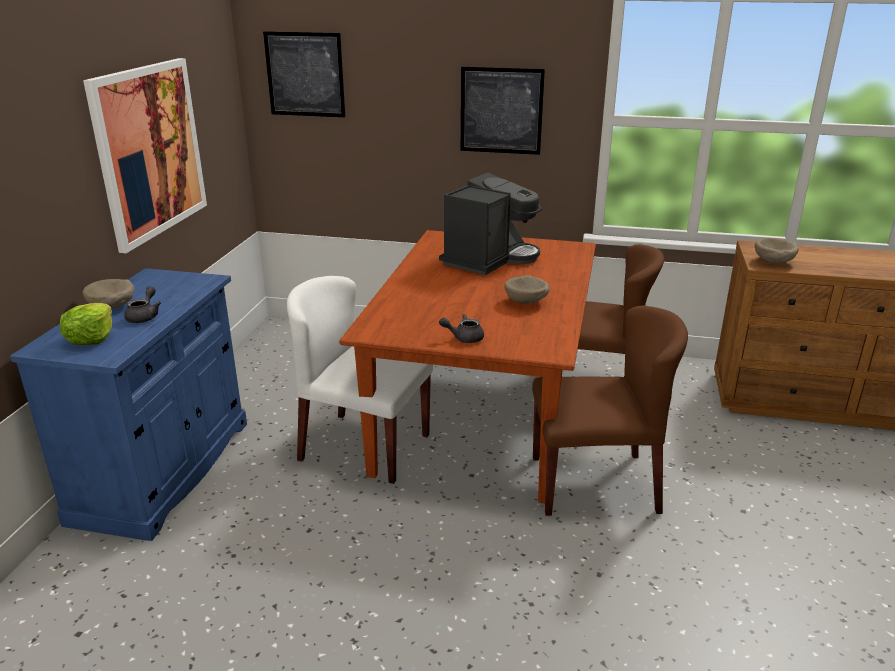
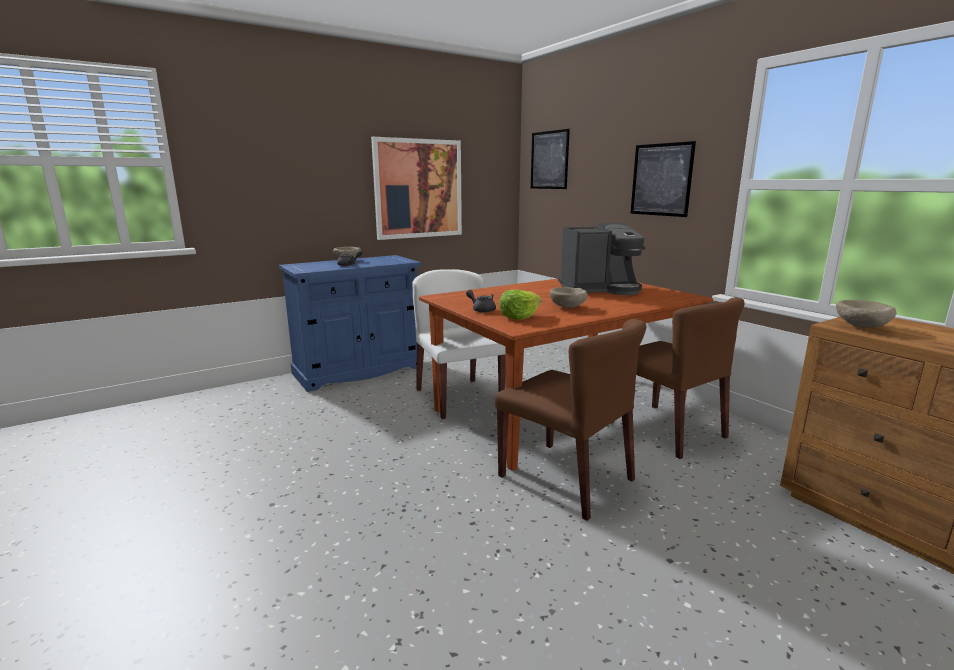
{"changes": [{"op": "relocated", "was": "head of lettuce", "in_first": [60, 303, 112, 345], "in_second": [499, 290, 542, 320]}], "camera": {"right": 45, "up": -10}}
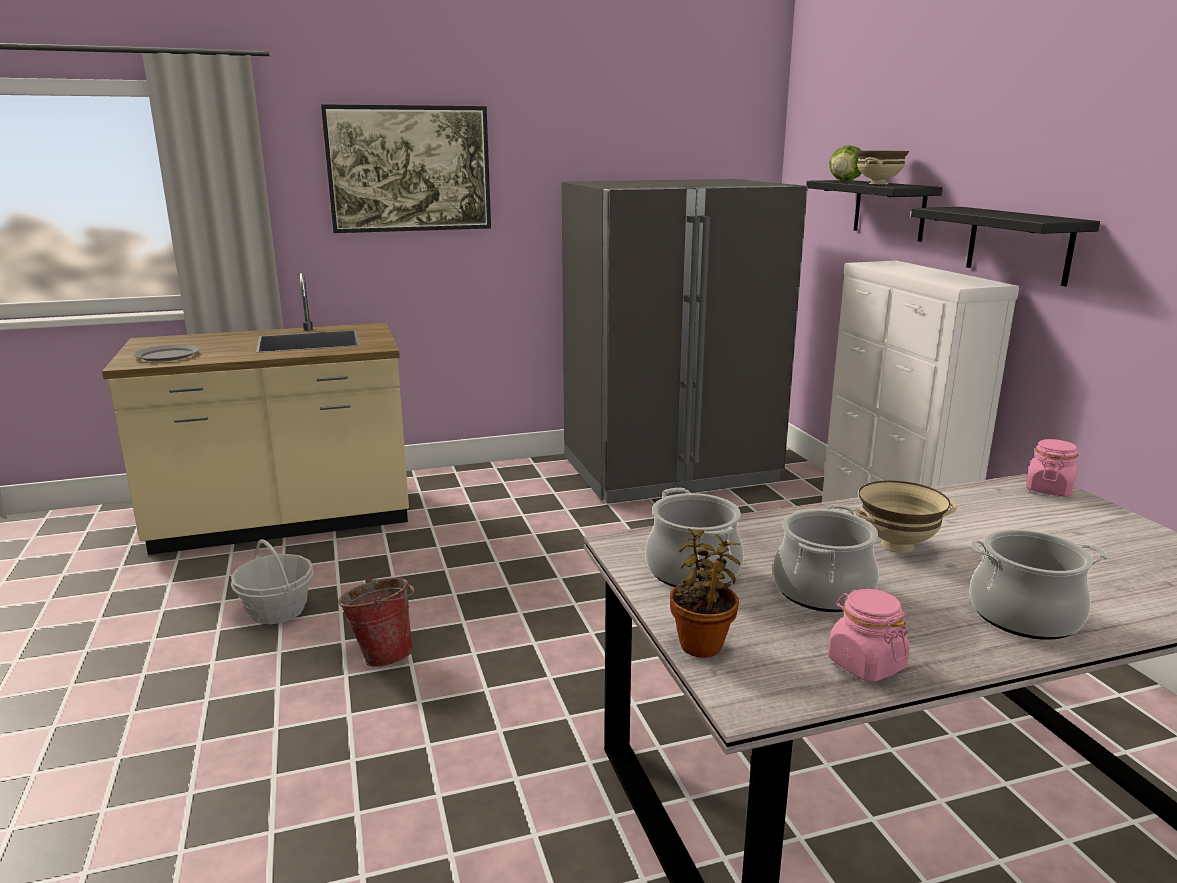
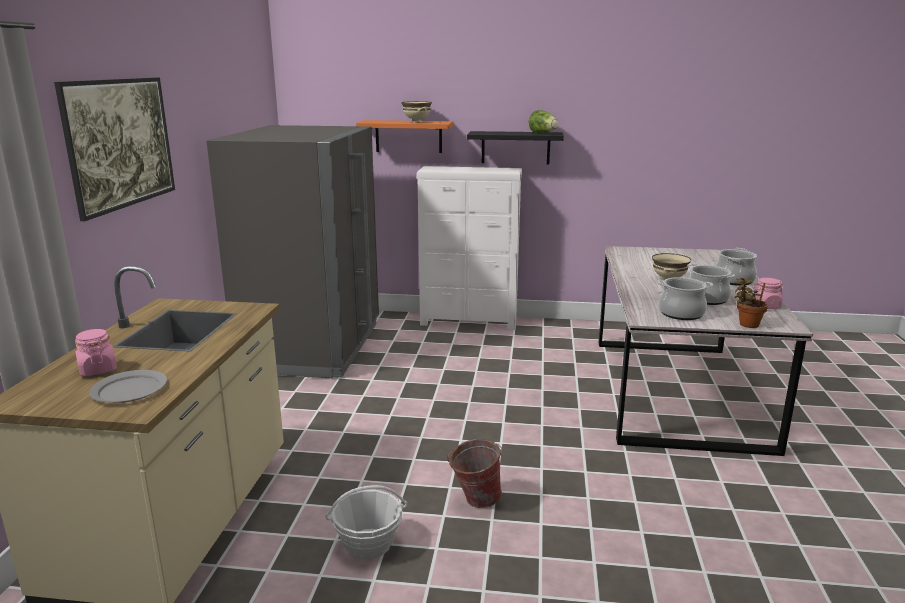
{"changes": [{"op": "relocated", "was": "head of lettuce", "in_first": [829, 145, 862, 181], "in_second": [529, 110, 558, 134]}, {"op": "relocated", "was": "jar (pink-coloured)", "in_first": [1026, 439, 1078, 497], "in_second": [75, 329, 117, 376]}, {"op": "colour", "was": "bracket shelf (blackish)", "now": "bracket shelf (orangey)", "in_first": [806, 180, 942, 242], "in_second": [356, 120, 454, 153]}], "camera": {"right": -65, "up": 0}}
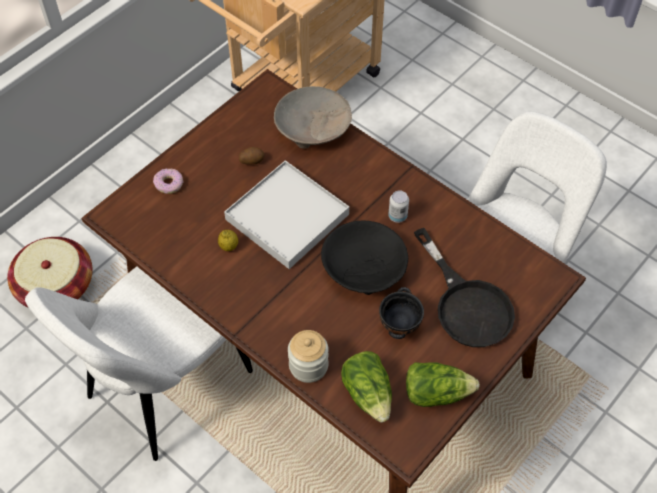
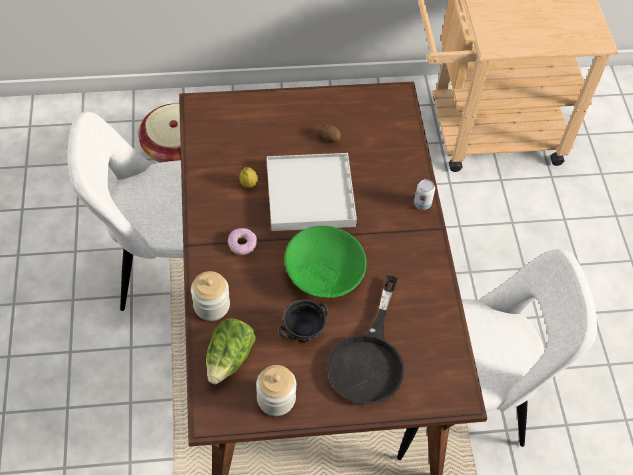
{"changes": [{"op": "missing", "was": "deep dish (beige)", "in_first": [274, 86, 352, 149]}, {"op": "relocated", "was": "donut", "in_first": [153, 169, 183, 194], "in_second": [228, 228, 257, 255]}, {"op": "relocated", "was": "sealed can", "in_first": [388, 190, 409, 223], "in_second": [414, 179, 435, 210]}, {"op": "exchanged", "was": "head of lettuce", "now": "jar", "in_first": [406, 362, 480, 407], "in_second": [256, 365, 296, 416]}, {"op": "colour", "was": "deep dish (blackish)", "now": "deep dish (greenish)", "in_first": [321, 221, 408, 295], "in_second": [284, 226, 367, 298]}], "camera": {"right": 40, "up": 0}}
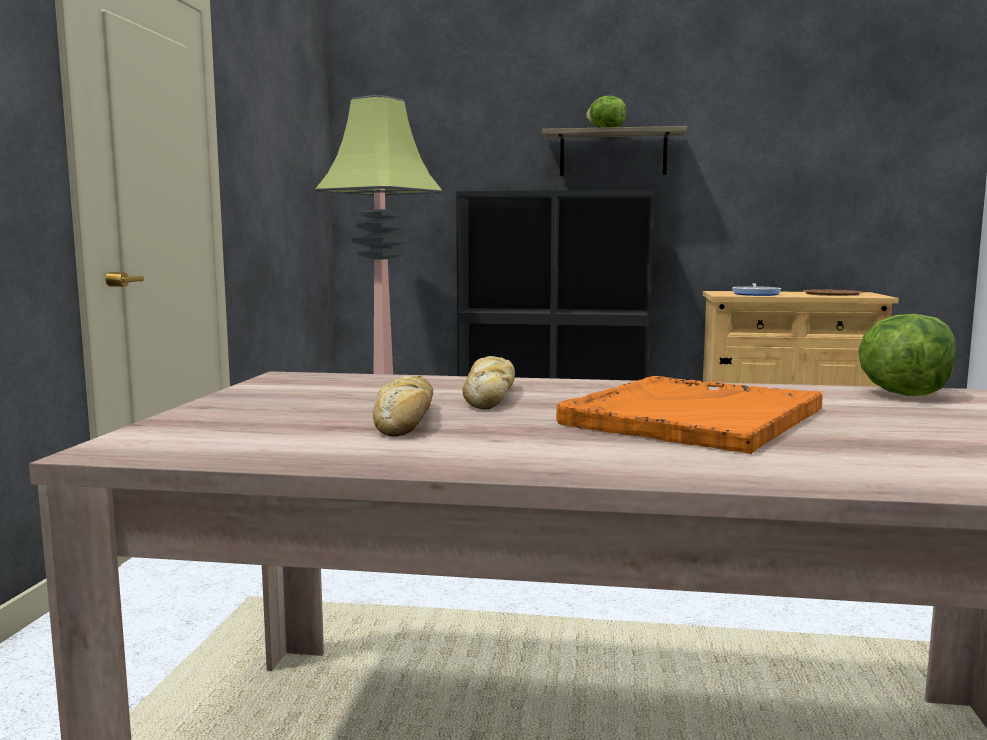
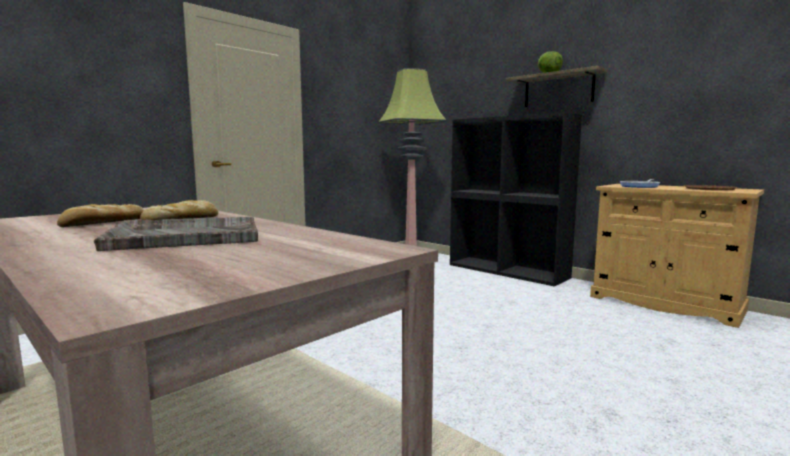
{"changes": [{"op": "missing", "was": "head of lettuce", "in_first": [858, 314, 956, 396]}, {"op": "colour", "was": "tray (orangey)", "now": "tray (gray)", "in_first": [556, 376, 823, 454], "in_second": [94, 217, 258, 251]}], "camera": {"right": 35, "up": 0}}
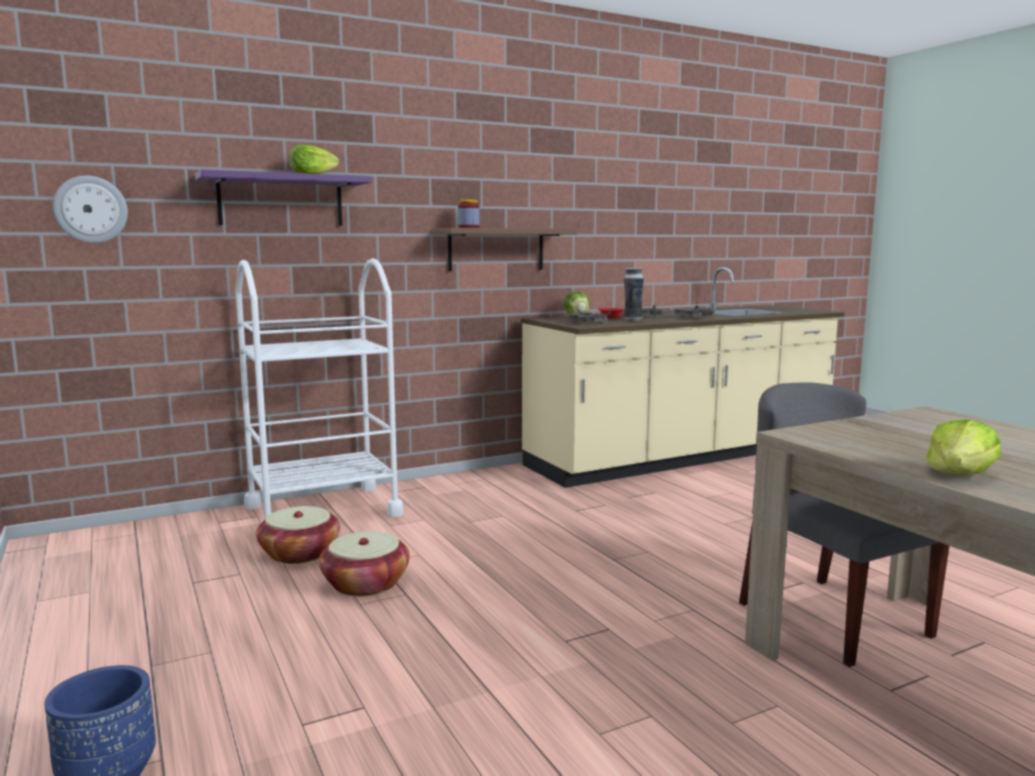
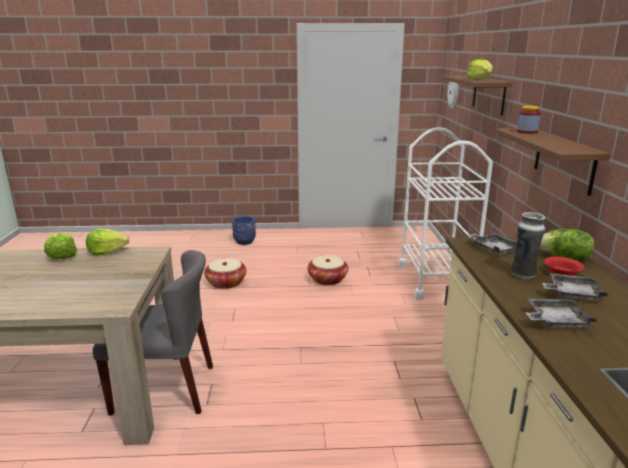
{"changes": [{"op": "appeared", "now": "head of lettuce", "in_second": [86, 229, 129, 256]}, {"op": "relocated", "was": "basket", "in_first": [256, 506, 340, 564], "in_second": [204, 258, 247, 289]}, {"op": "colour", "was": "bracket shelf (purple)", "now": "bracket shelf (brown-coloured)", "in_first": [195, 169, 372, 226], "in_second": [443, 76, 512, 116]}], "camera": {"right": 115, "up": 10}}
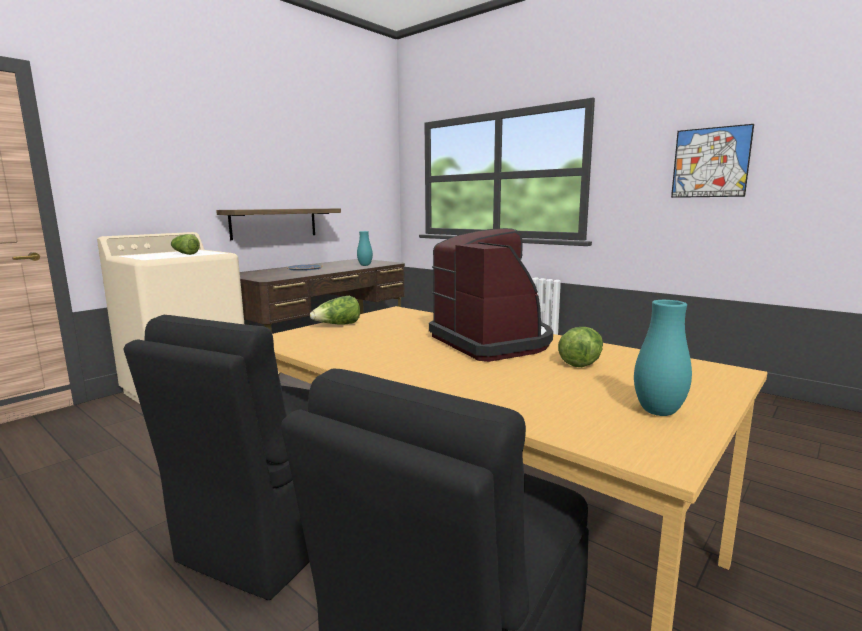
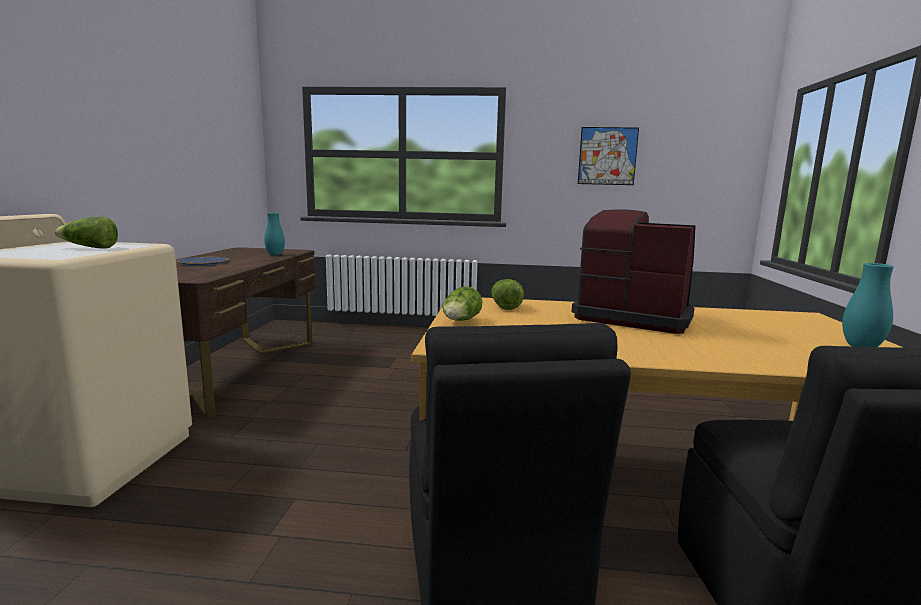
{"changes": [{"op": "missing", "was": "bracket shelf", "in_first": [216, 208, 341, 240]}, {"op": "relocated", "was": "head of lettuce", "in_first": [558, 327, 603, 367], "in_second": [491, 279, 524, 310]}], "camera": {"right": -35, "up": 0}}
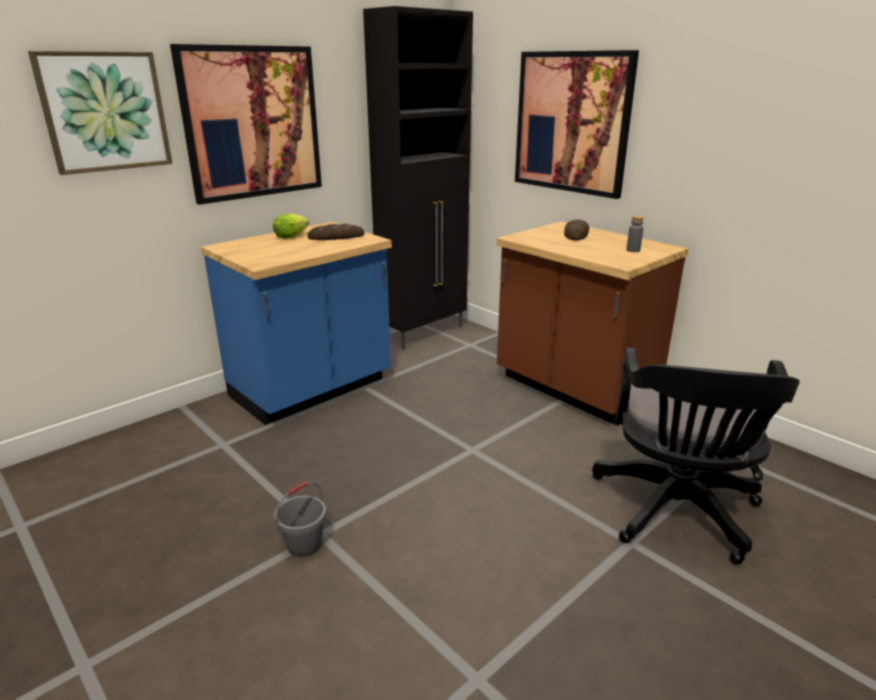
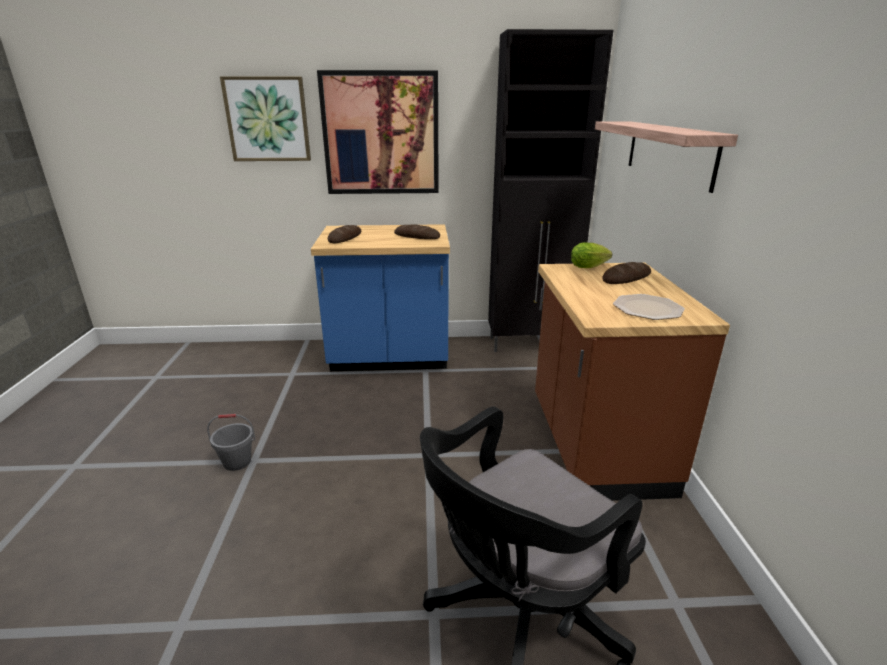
{"changes": [{"op": "appeared", "now": "bakery bread", "in_second": [328, 225, 361, 243]}, {"op": "relocated", "was": "head of lettuce", "in_first": [273, 213, 309, 239], "in_second": [571, 242, 612, 268]}, {"op": "exchanged", "was": "wall art", "now": "bracket shelf", "in_first": [515, 50, 639, 199], "in_second": [595, 121, 738, 193]}, {"op": "exchanged", "was": "beverage bottle (gray)", "now": "plate", "in_first": [627, 215, 644, 252], "in_second": [613, 294, 685, 320]}], "camera": {"right": 40, "up": 0}}
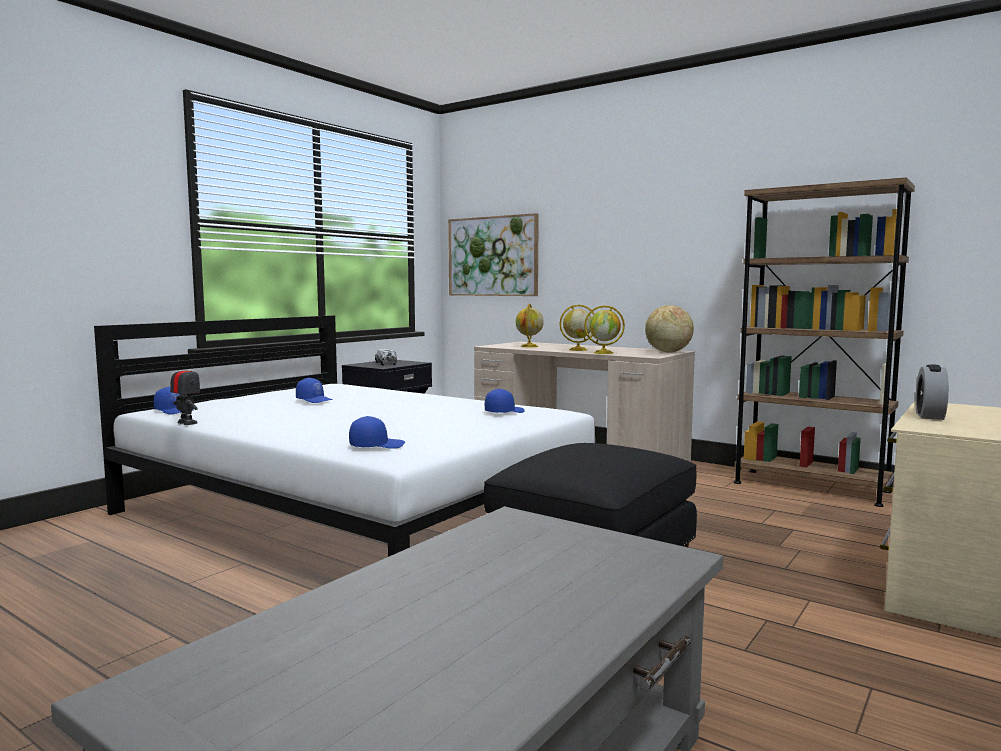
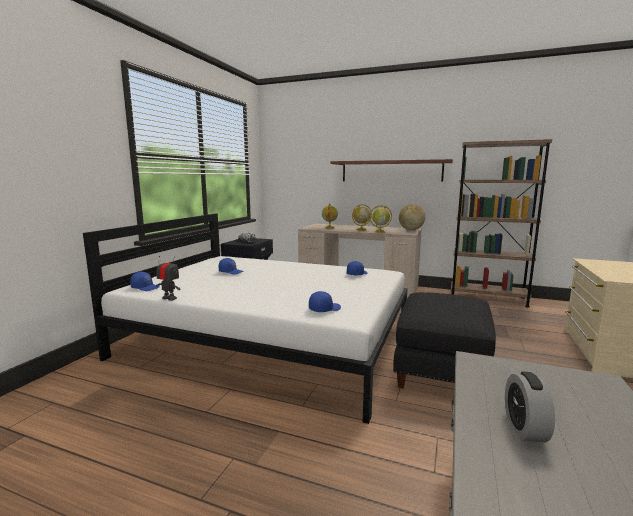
{"changes": [{"op": "missing", "was": "wall art", "in_first": [448, 213, 539, 296]}, {"op": "appeared", "now": "bracket shelf (brown-coloured)", "in_second": [331, 159, 453, 182]}, {"op": "relocated", "was": "alarm clock", "in_first": [916, 364, 949, 420], "in_second": [505, 372, 555, 442]}], "camera": {"right": -15, "up": 5}}
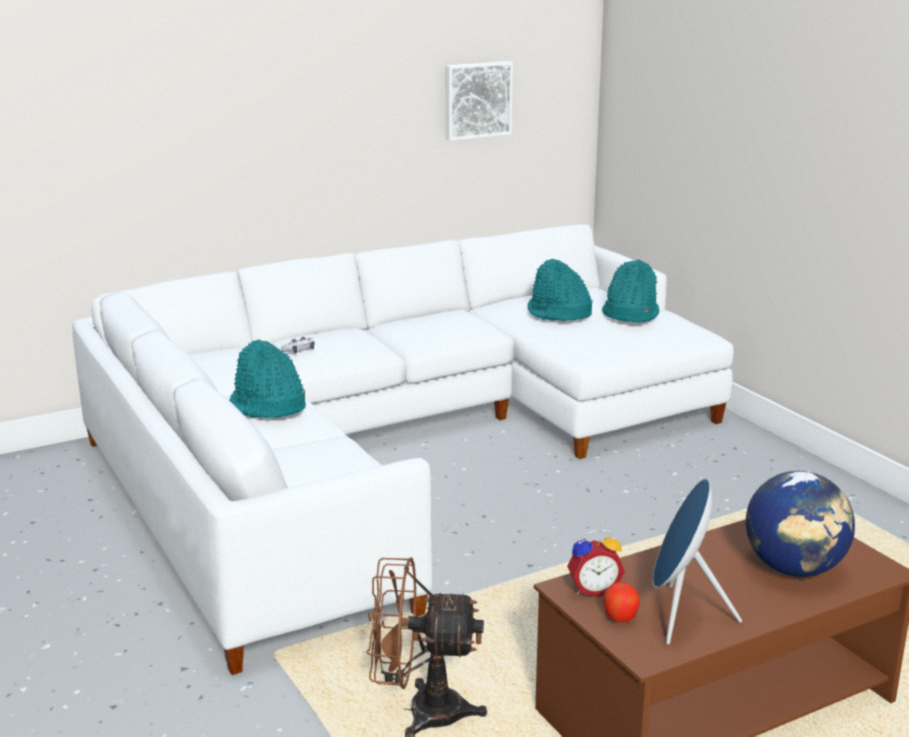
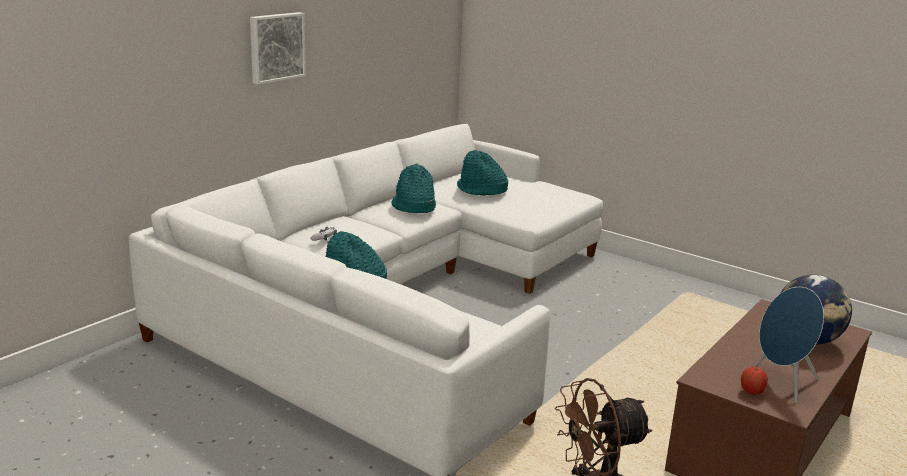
{"changes": [{"op": "missing", "was": "alarm clock", "in_first": [567, 529, 625, 597]}, {"op": "relocated", "was": "wall art", "in_first": [445, 61, 513, 141], "in_second": [250, 12, 306, 84]}, {"op": "relocated", "was": "clothing hat (blue-green)", "in_first": [602, 259, 660, 322], "in_second": [391, 163, 436, 213]}], "camera": {"right": -25, "up": 0}}
